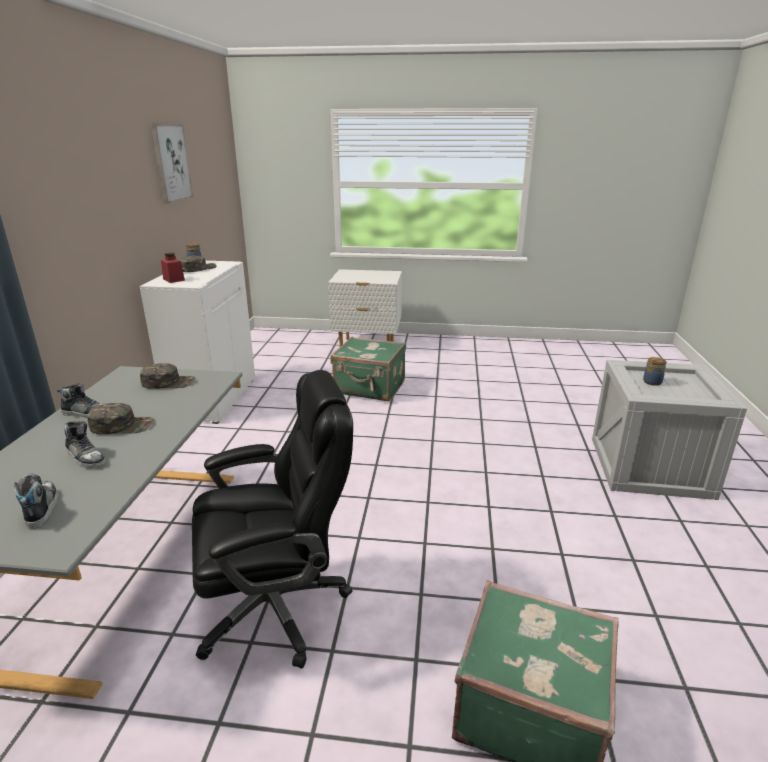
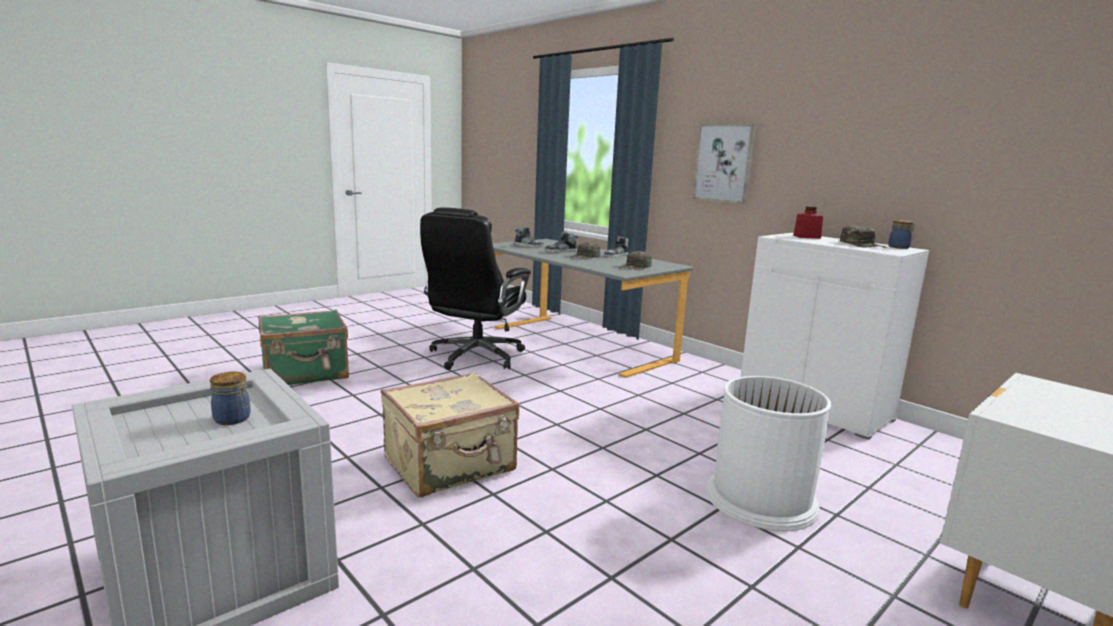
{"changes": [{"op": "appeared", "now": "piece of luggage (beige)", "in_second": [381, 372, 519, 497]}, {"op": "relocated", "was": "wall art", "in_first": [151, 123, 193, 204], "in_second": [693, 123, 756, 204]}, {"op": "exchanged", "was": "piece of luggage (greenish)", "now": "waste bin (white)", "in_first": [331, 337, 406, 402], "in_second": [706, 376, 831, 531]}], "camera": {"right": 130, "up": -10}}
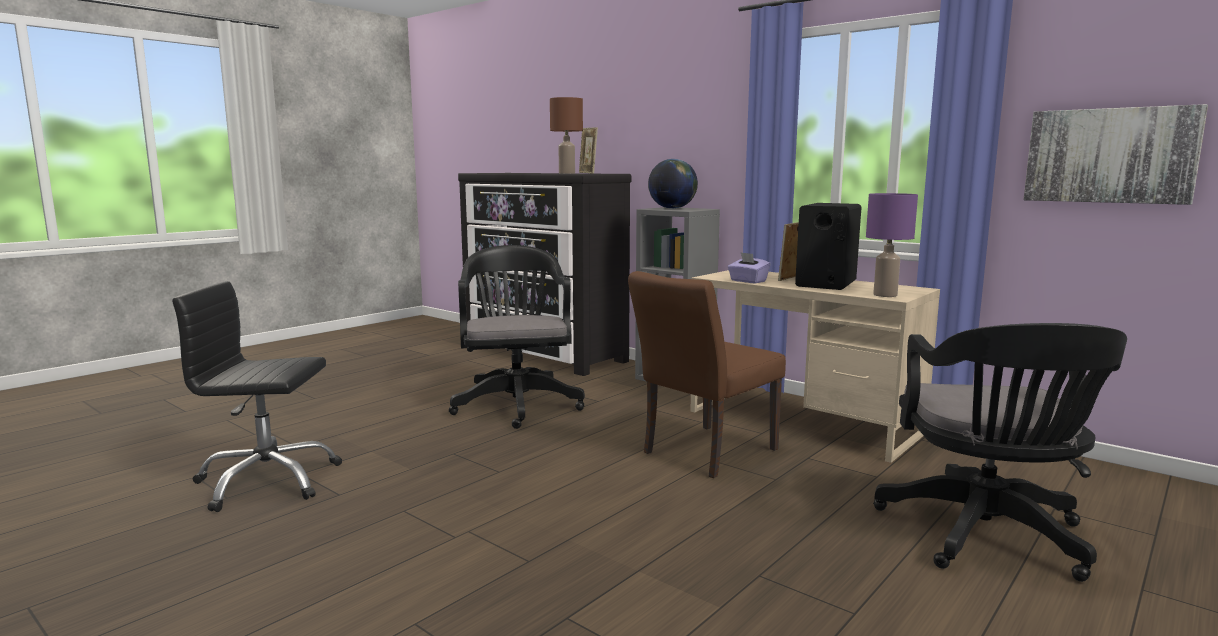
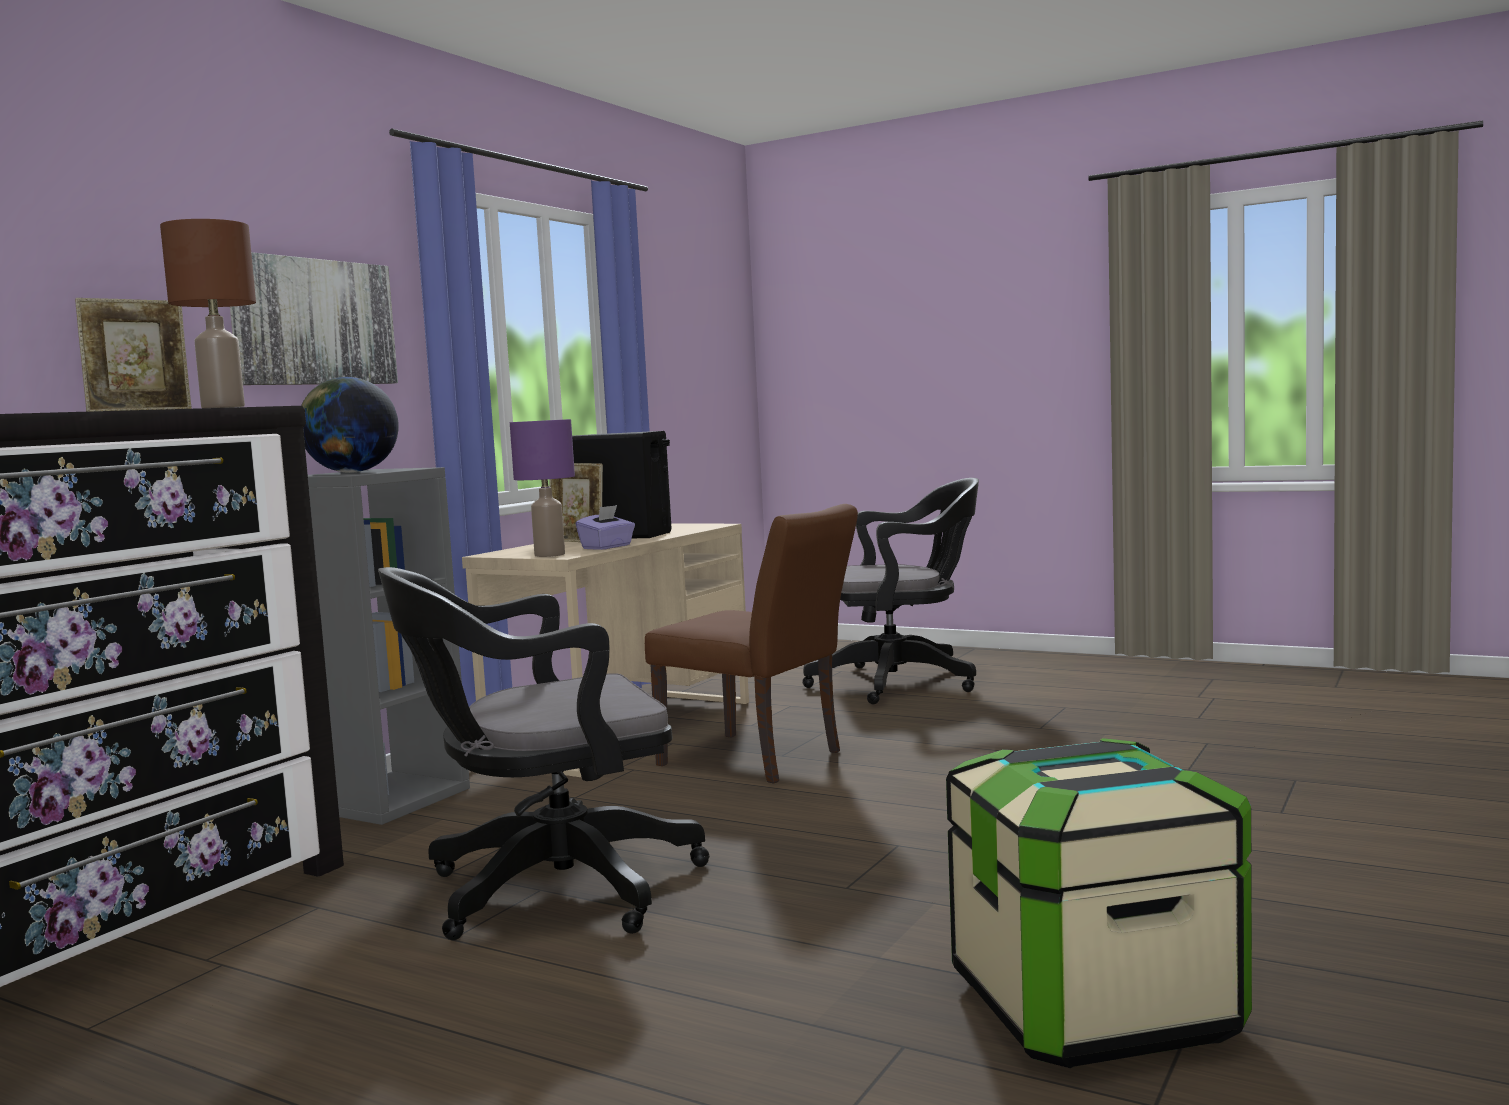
{"changes": [{"op": "relocated", "was": "lamp for a table (purple)", "in_first": [866, 193, 918, 297], "in_second": [510, 419, 575, 557]}, {"op": "relocated", "was": "wall art", "in_first": [1024, 104, 1208, 205], "in_second": [230, 252, 398, 385]}, {"op": "exchanged", "was": "desk chair (blackish)", "now": "storage box", "in_first": [172, 281, 342, 512], "in_second": [946, 738, 1252, 1068]}], "camera": {"right": -100, "up": -5}}
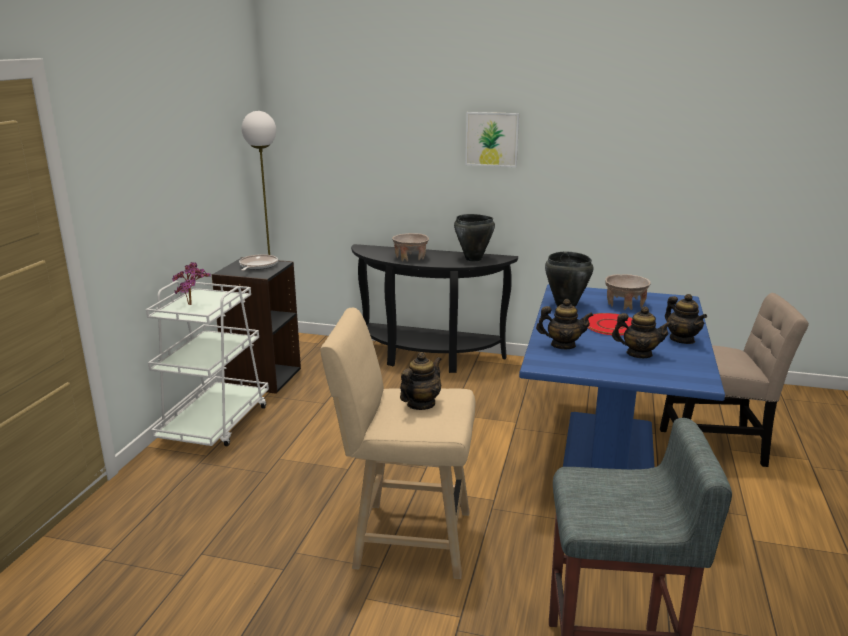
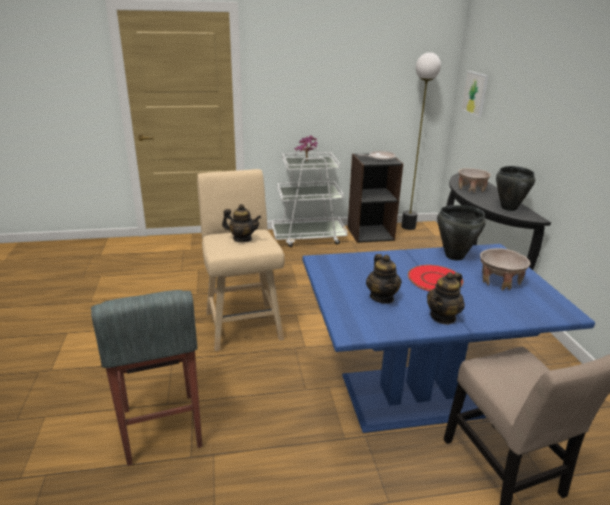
{"changes": [{"op": "missing", "was": "pot for tea", "in_first": [536, 299, 594, 349]}, {"op": "relocated", "was": "wall art", "in_first": [465, 112, 519, 167], "in_second": [461, 71, 488, 117]}], "camera": {"right": 65, "up": 5}}
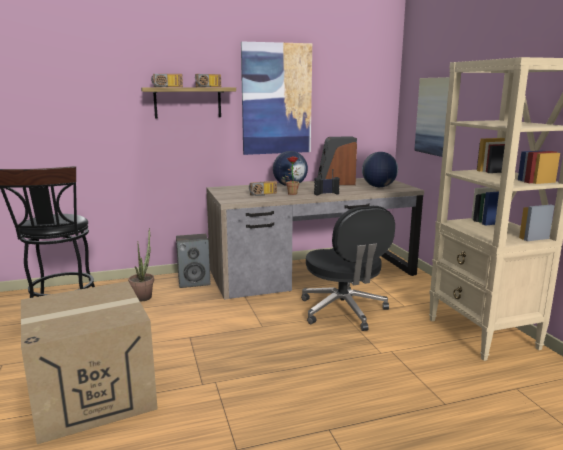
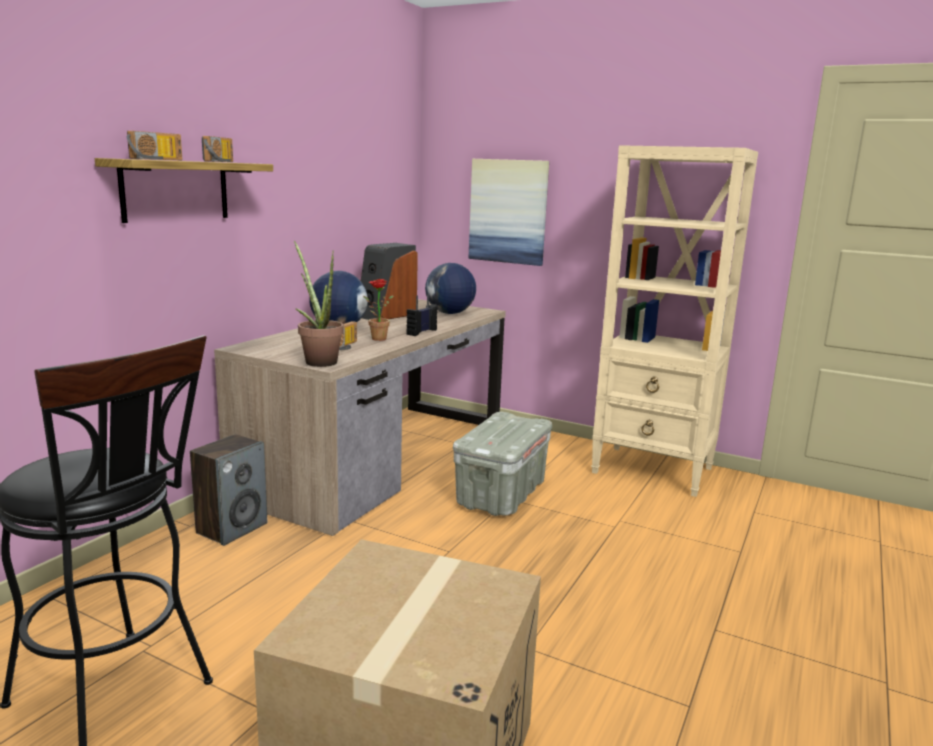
{"changes": [{"op": "missing", "was": "wall art", "in_first": [241, 42, 312, 155]}, {"op": "relocated", "was": "potted plant", "in_first": [128, 228, 154, 301], "in_second": [294, 240, 344, 367]}, {"op": "exchanged", "was": "desk chair (blackish)", "now": "storage box (gray)", "in_first": [301, 206, 395, 331], "in_second": [453, 412, 552, 516]}], "camera": {"right": -45, "up": 0}}
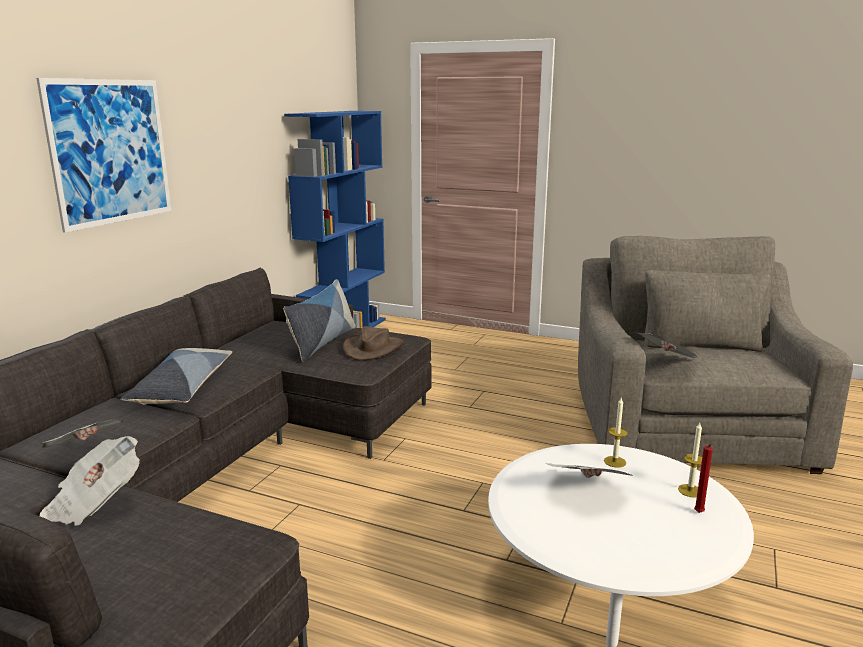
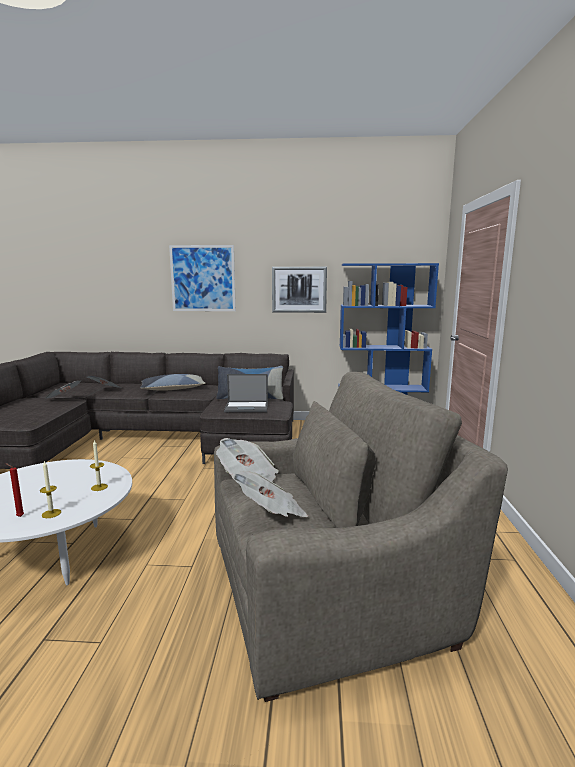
{"changes": [{"op": "appeared", "now": "wall art", "in_second": [272, 267, 327, 313]}, {"op": "relocated", "was": "daily paper", "in_first": [546, 463, 633, 478], "in_second": [231, 471, 308, 517]}, {"op": "exchanged", "was": "clothing hat (brown-coloured)", "now": "laptop", "in_first": [343, 326, 404, 361], "in_second": [224, 374, 268, 412]}], "camera": {"right": 70, "up": -5}}
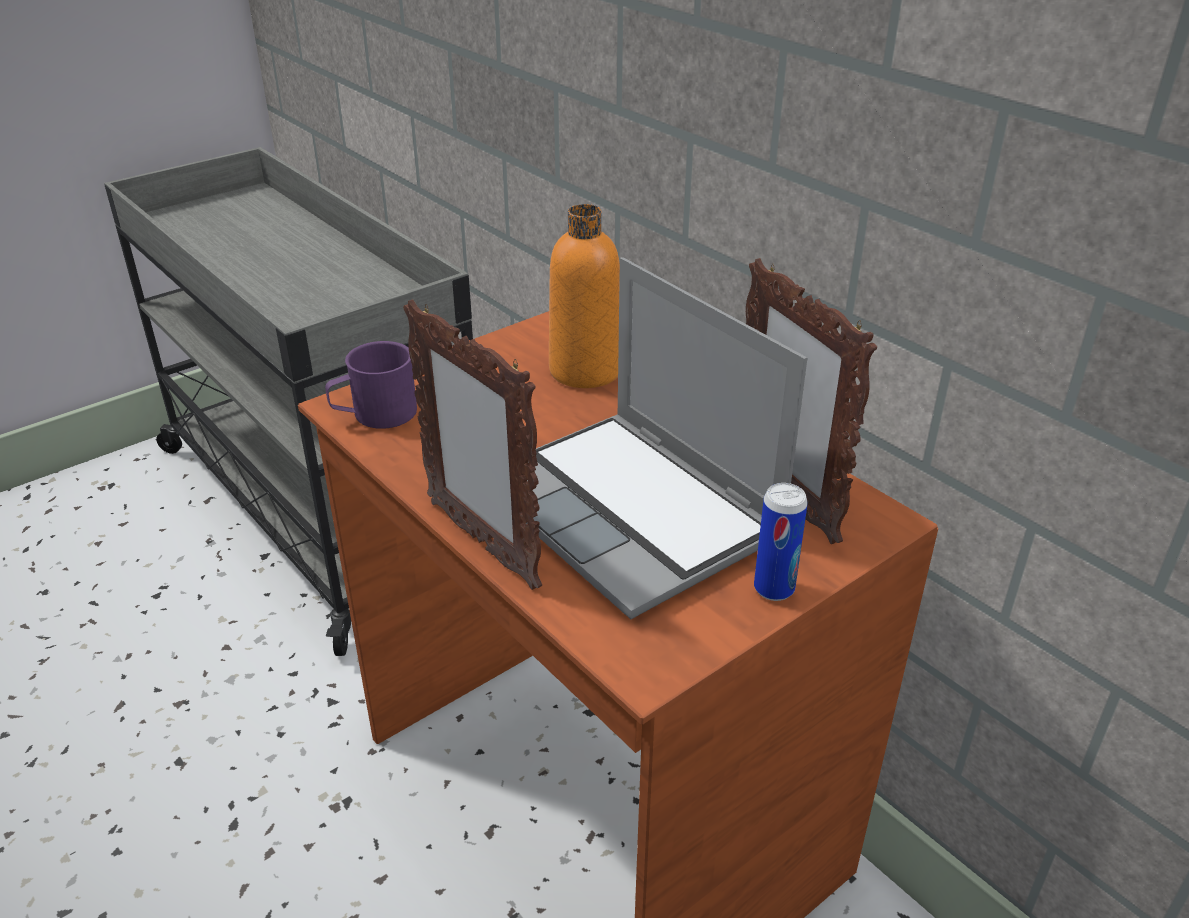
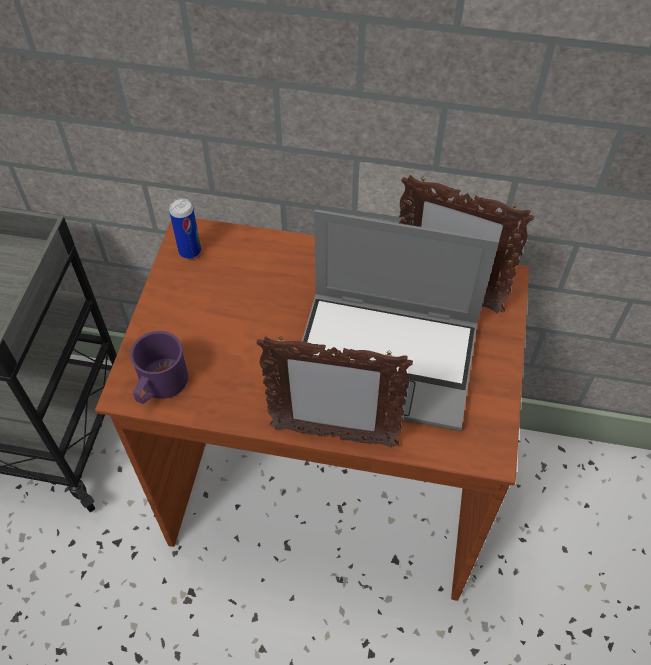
{"changes": [{"op": "missing", "was": "beverage bottle (orangey)", "in_first": [549, 204, 620, 388]}, {"op": "relocated", "was": "sealed can", "in_first": [754, 483, 808, 601], "in_second": [169, 198, 201, 259]}], "camera": {"right": -40, "up": 20}}
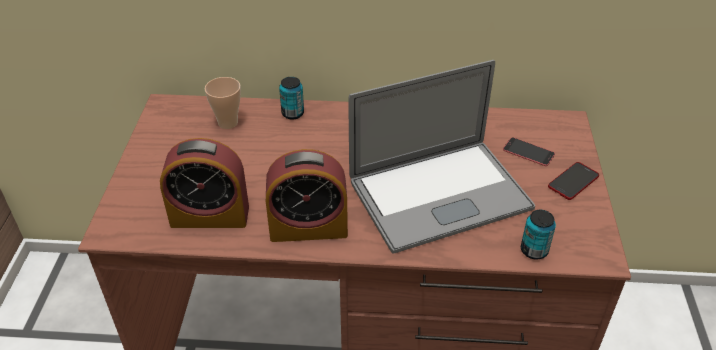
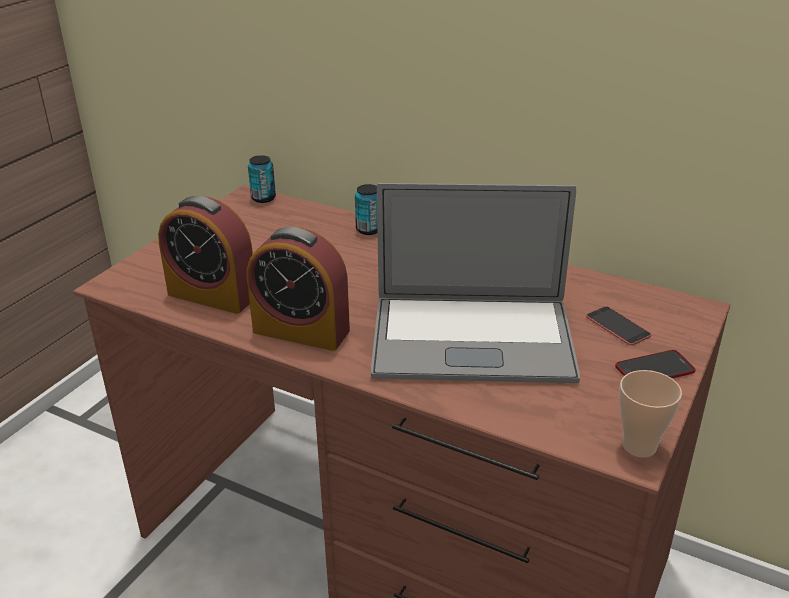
{"changes": [{"op": "relocated", "was": "cup", "in_first": [205, 77, 241, 129], "in_second": [619, 370, 682, 457]}, {"op": "relocated", "was": "sealed can", "in_first": [521, 210, 556, 260], "in_second": [248, 155, 276, 203]}], "camera": {"right": 25, "up": -10}}
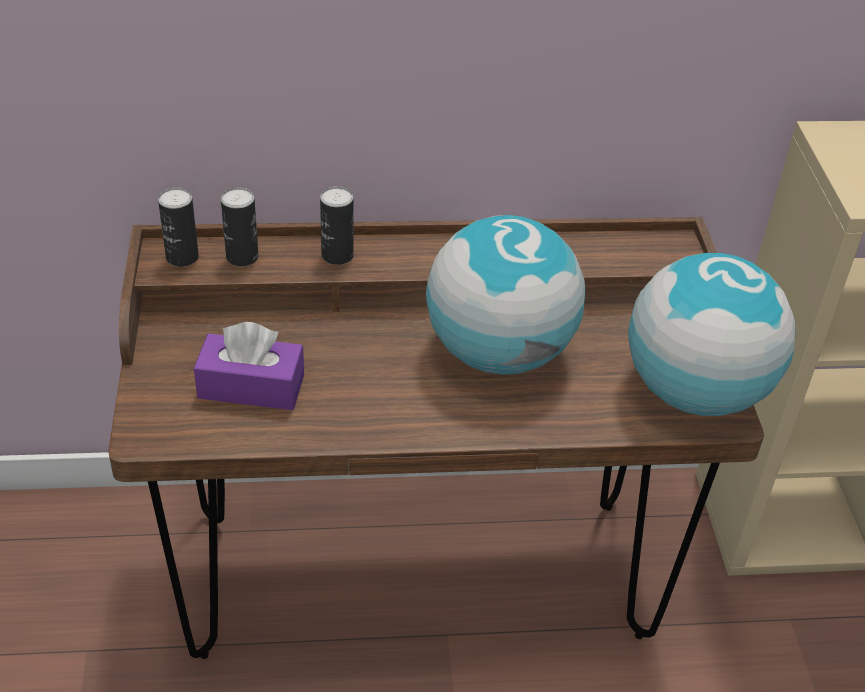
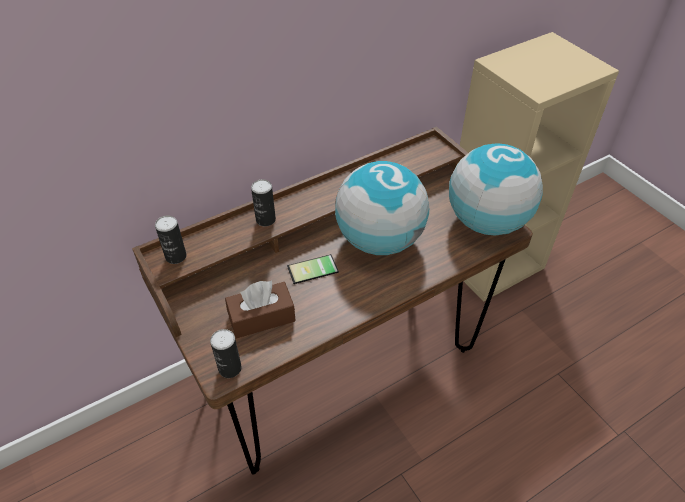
{"changes": [{"op": "appeared", "now": "phone", "in_second": [287, 254, 339, 284]}, {"op": "relocated", "was": "sealed can", "in_first": [221, 187, 259, 266], "in_second": [210, 329, 242, 378]}, {"op": "colour", "was": "tissue box (purple)", "now": "tissue box (brown-coloured)", "in_first": [194, 322, 304, 410], "in_second": [225, 280, 296, 338]}], "camera": {"right": -25, "up": 5}}
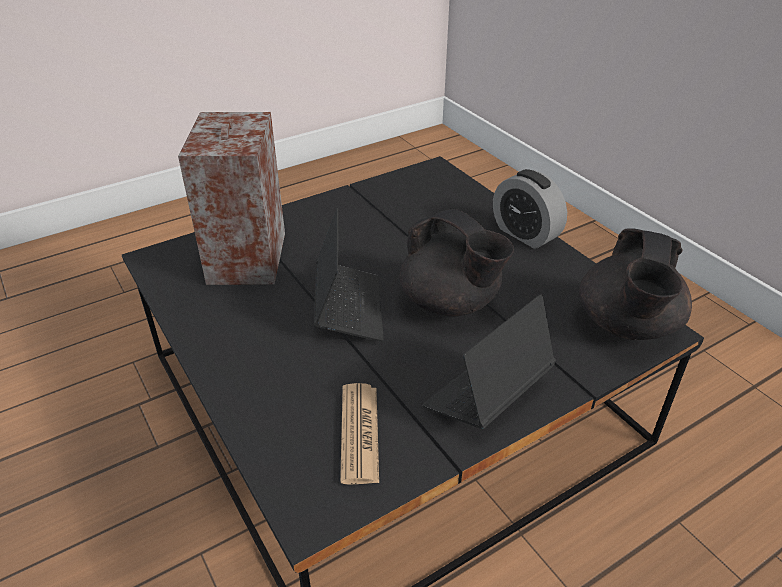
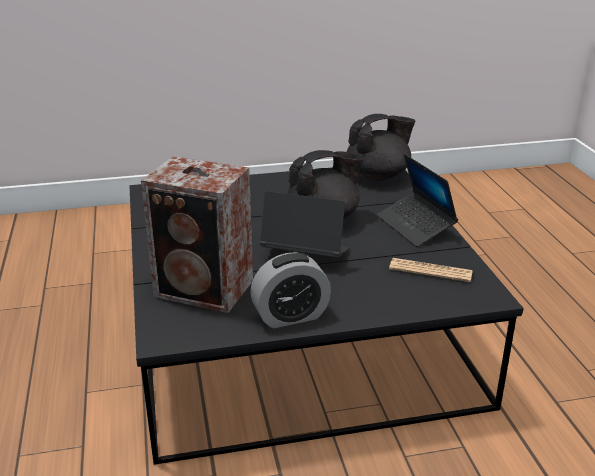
{"changes": [{"op": "relocated", "was": "alarm clock", "in_first": [493, 169, 567, 249], "in_second": [250, 252, 331, 329]}, {"op": "spun", "was": "pot for tea (blackish)", "in_first": [579, 228, 692, 340], "in_second": [347, 114, 415, 181], "clockwise": -60}], "camera": {"right": -70, "up": -10}}
